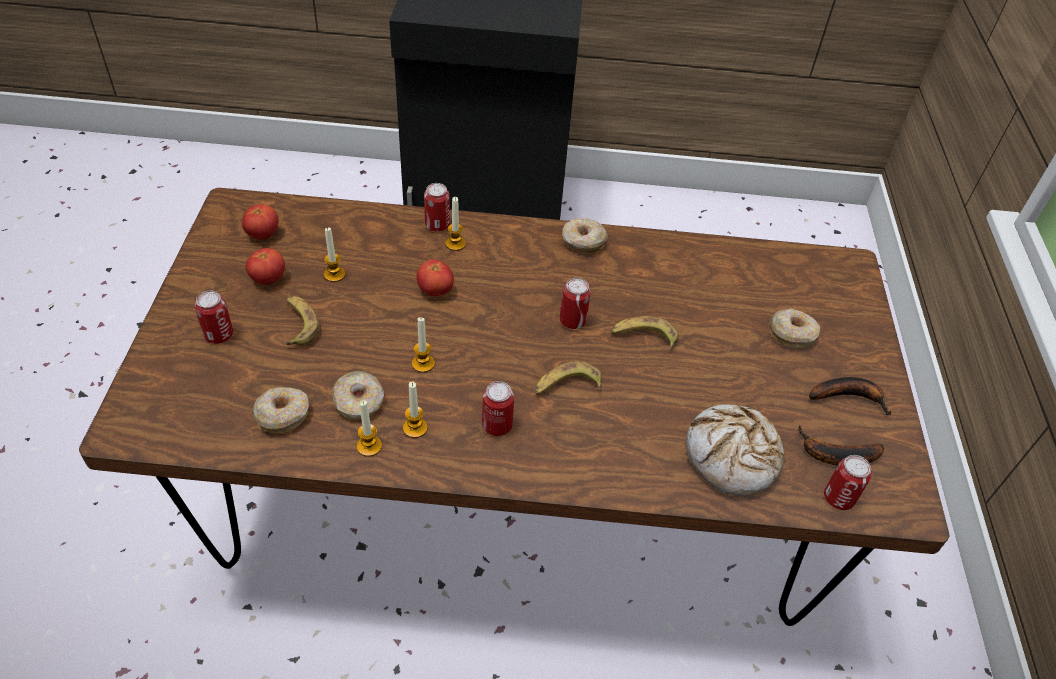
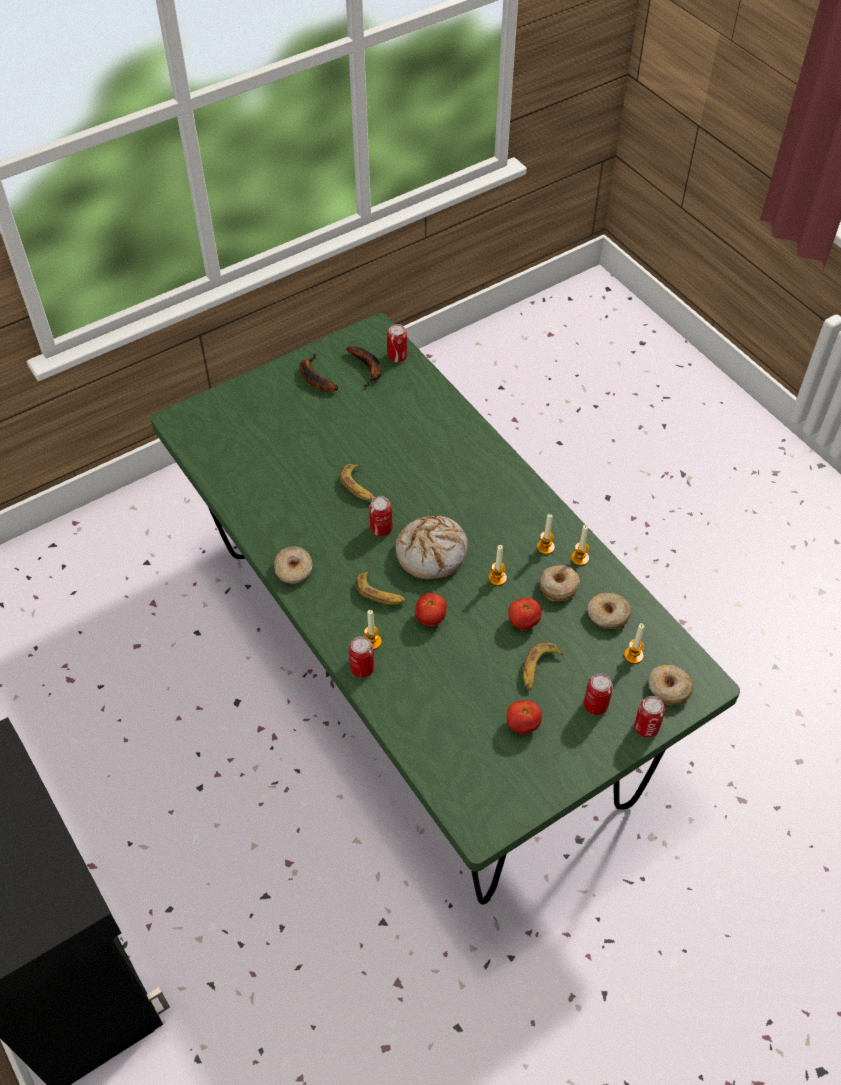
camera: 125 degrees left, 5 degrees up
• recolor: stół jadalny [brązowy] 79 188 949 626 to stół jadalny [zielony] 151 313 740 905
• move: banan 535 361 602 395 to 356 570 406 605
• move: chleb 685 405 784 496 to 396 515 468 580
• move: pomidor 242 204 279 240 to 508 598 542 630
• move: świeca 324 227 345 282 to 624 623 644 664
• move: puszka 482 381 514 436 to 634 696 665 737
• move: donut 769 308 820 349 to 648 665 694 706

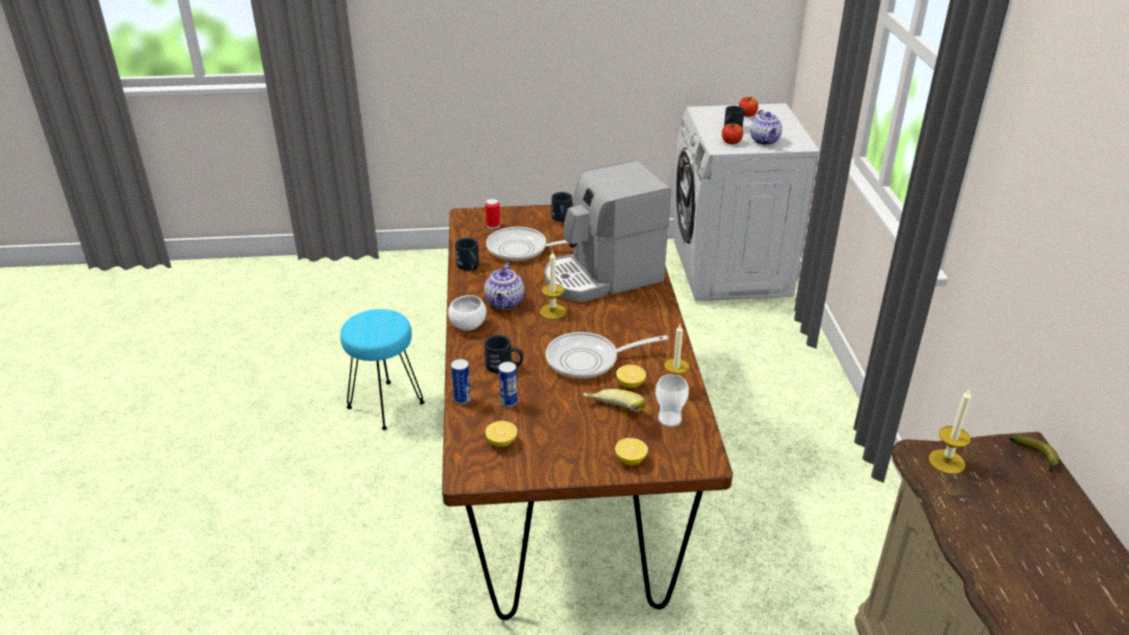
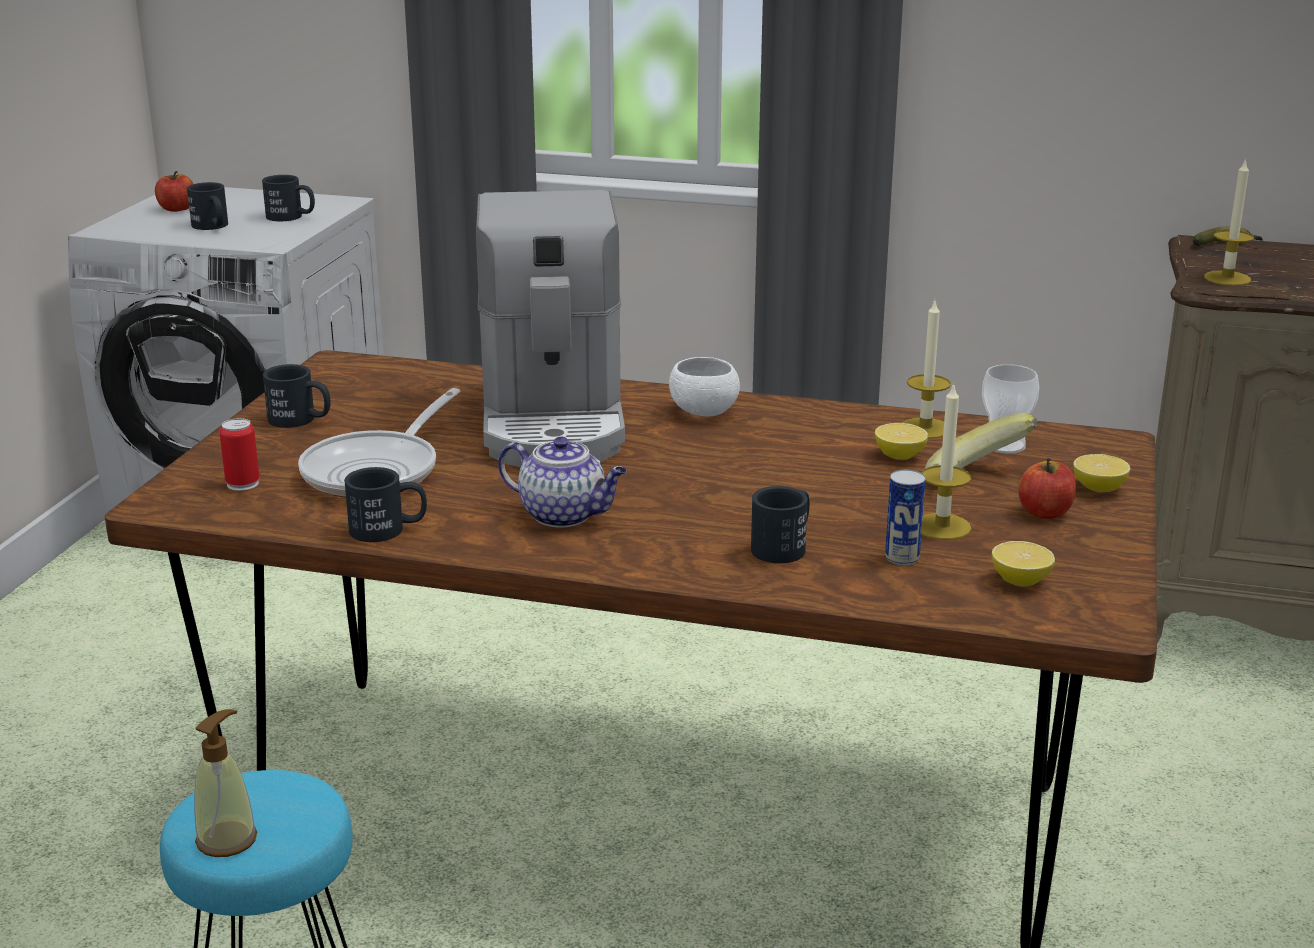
camera: 70 degrees left, 10 degrees down
• insert: dozownik mydła 194 709 257 857
• replace: imbryk 750 110 782 145 to kubek [czarny] 262 175 315 221
• move: miska [biały] 448 295 486 331 to 669 357 740 416
• move: świeca 540 250 566 319 to 921 383 971 540
• move: jabłko 722 122 743 144 to 1018 458 1076 519
• delete: puszka 451 359 471 405
• delete: patelnia 546 332 668 379

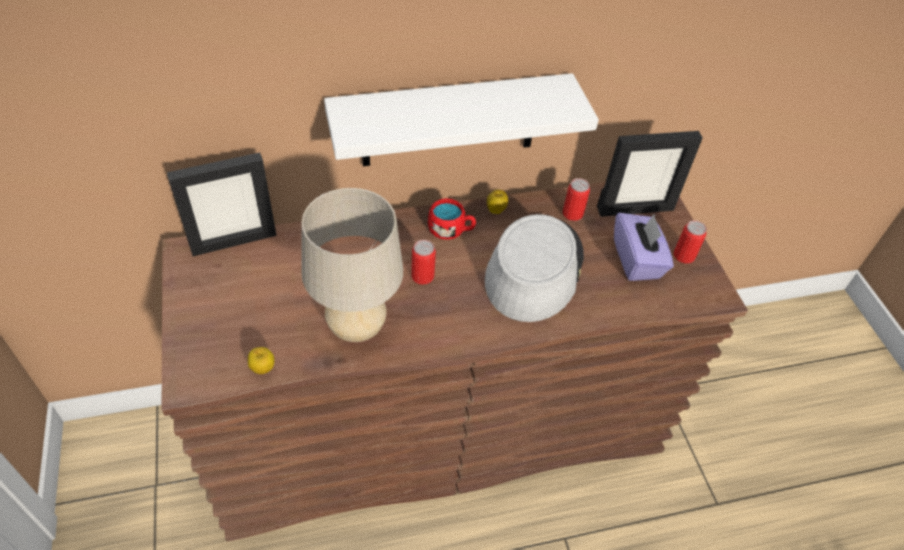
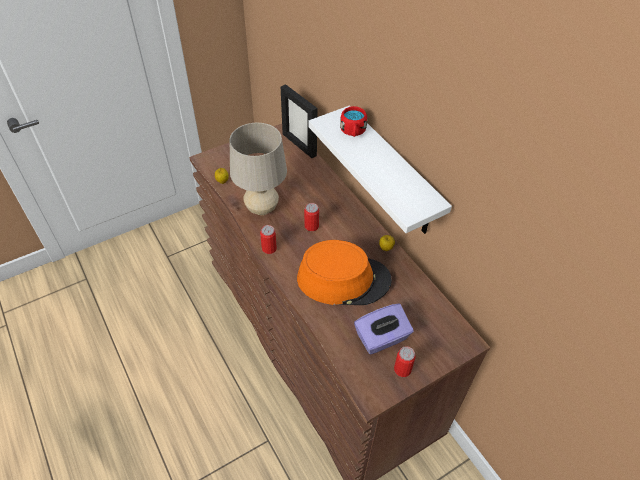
camera: 75 degrees right, 0 degrees up
• move: puszka 563 178 590 221 to 260 225 277 254
• recolor: kapelusz [szary] 485 214 584 322 to kapelusz [pomarańczowy] 297 240 392 305
• move: kubek [czerwony] 428 198 476 240 to 340 106 367 137
• delete: ramka na zdjęcie 597 131 703 217

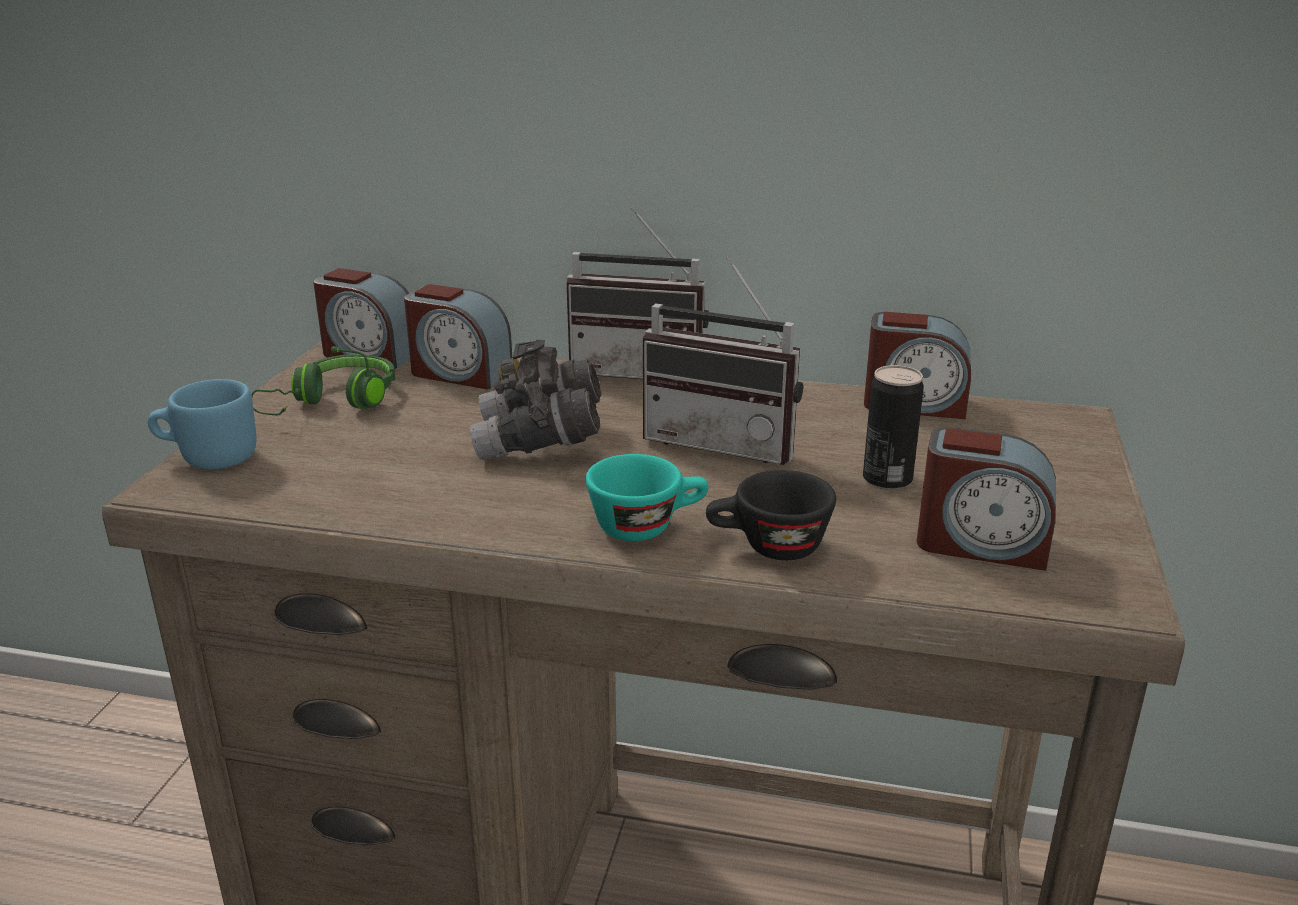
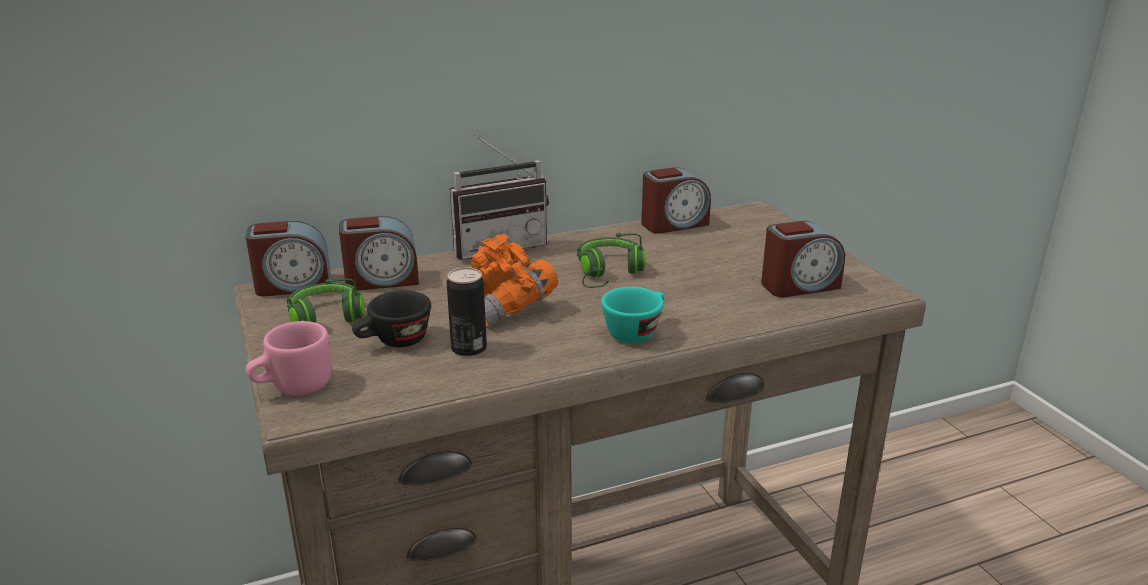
camera: 35 degrees left, 0 degrees up
• recolor: kubek [niebieski] 148 379 256 469 to kubek [różowy] 245 321 331 395
• move: filiżanka [czarny] 706 470 836 560 to 352 290 431 347
• move: puszka 863 365 924 490 to 447 267 487 357
• recolor: lornetka [szary] 470 340 602 460 to lornetka [pomarańczowy] 469 234 558 327
• replace: radio 643 256 803 465 to słuchawki [zielony] 577 233 646 288

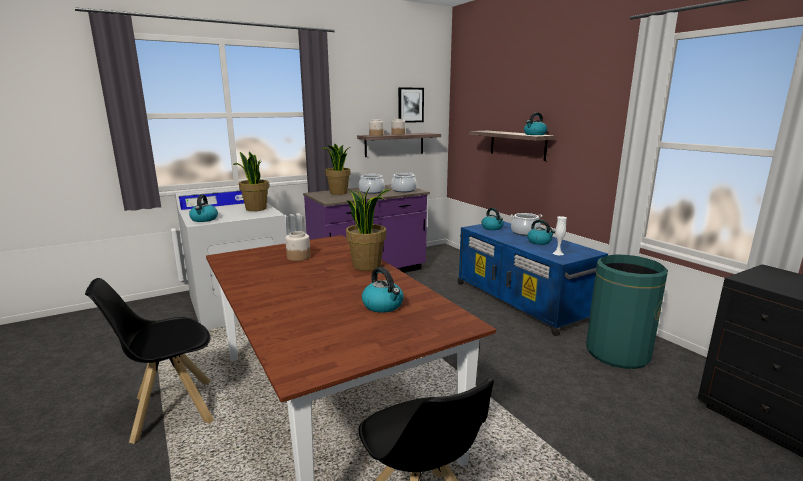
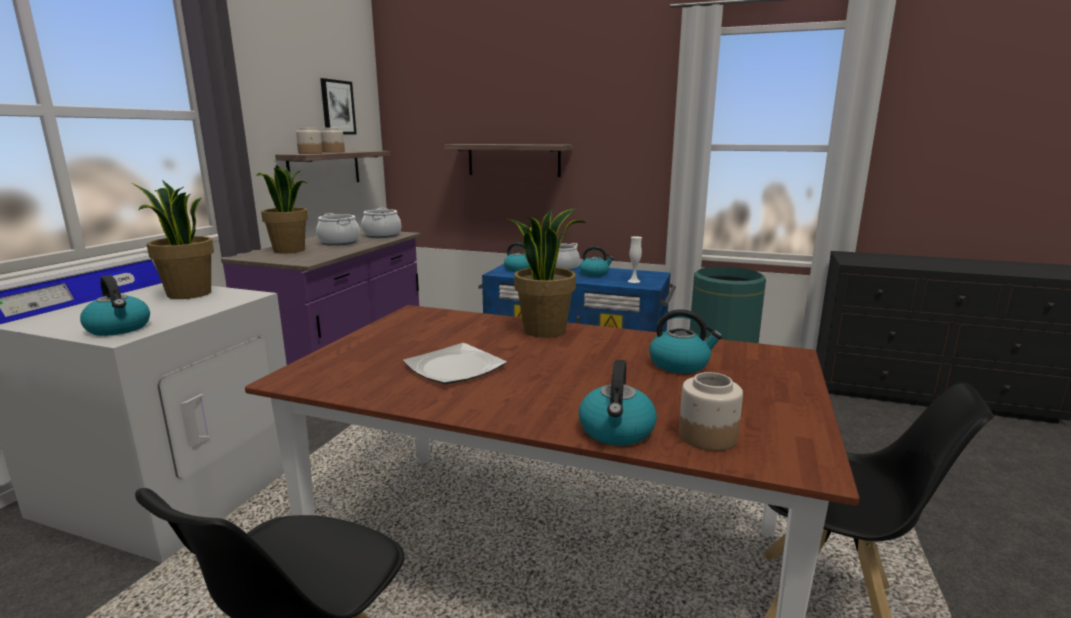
camera: 40 degrees left, 0 degrees up
• insert: talerz 403 343 507 384
• move: czajnik 524 112 547 135 to 579 360 657 446
• move: słoik 285 231 310 261 to 679 372 743 451

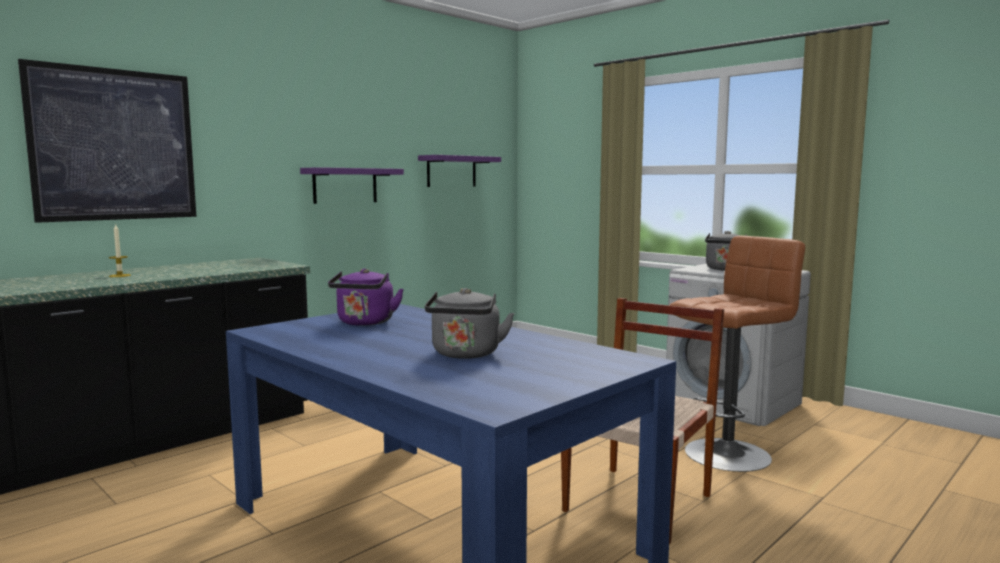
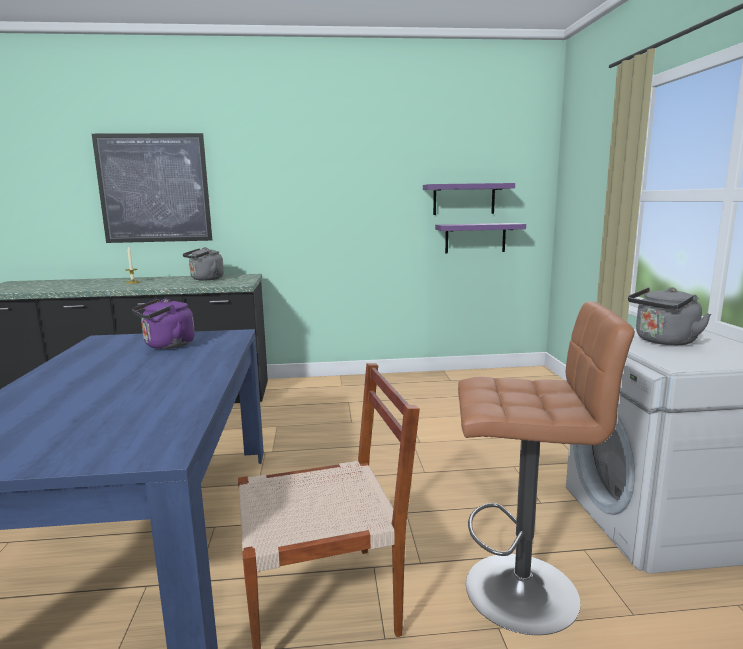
camera: 40 degrees right, 5 degrees up
• move: czajnik [szary] 425 288 514 359 to 183 247 224 281
• move: półka [fioletowy] 300 167 404 204 to 435 223 526 253

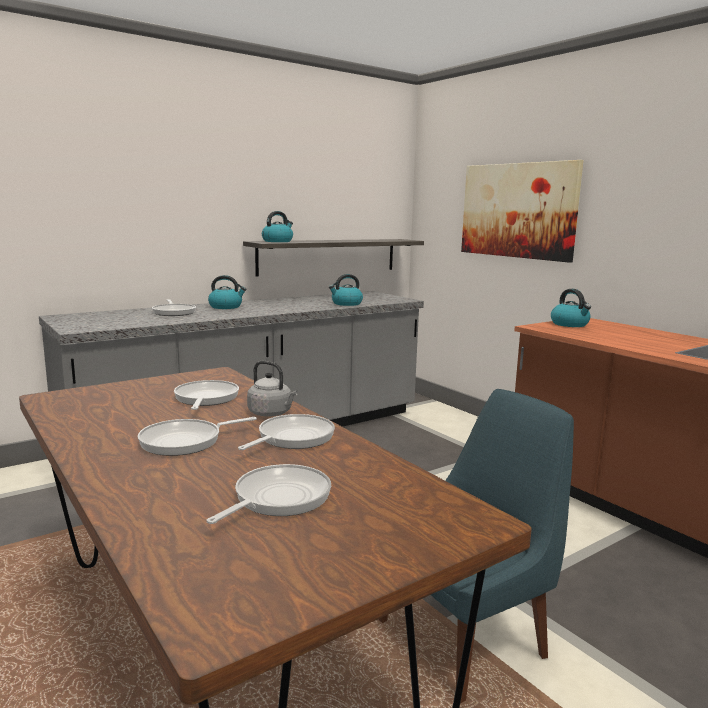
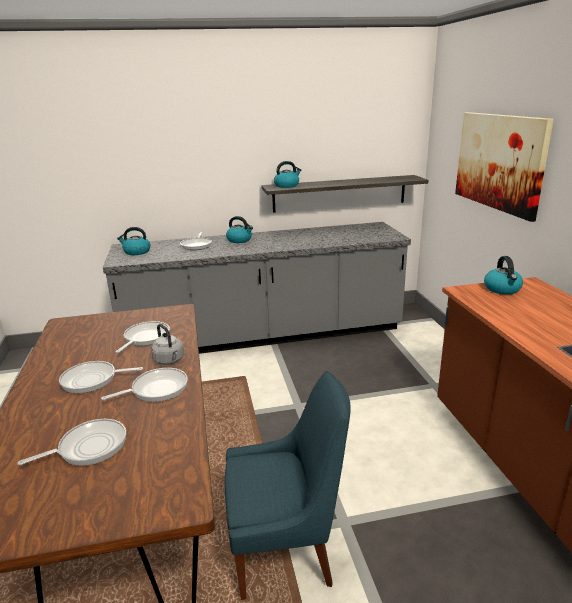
camera: 25 degrees right, 10 degrees up
• move: czajnik 329 274 363 306 to 117 227 150 255

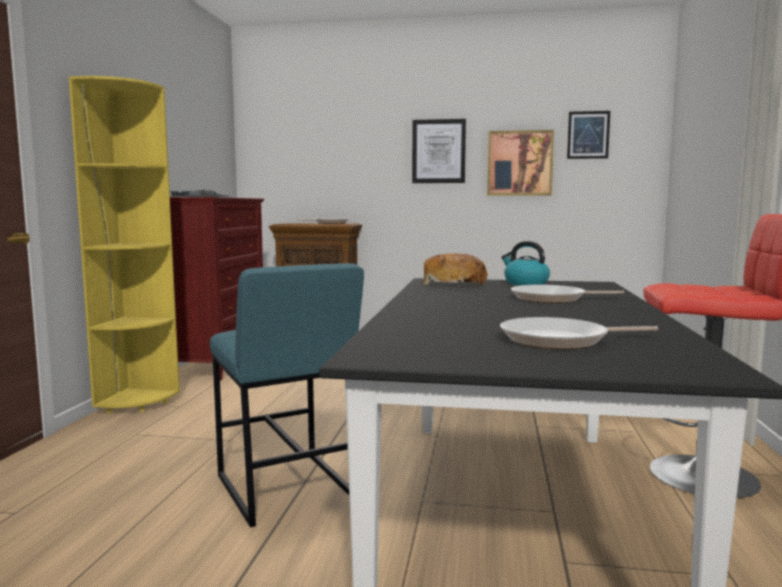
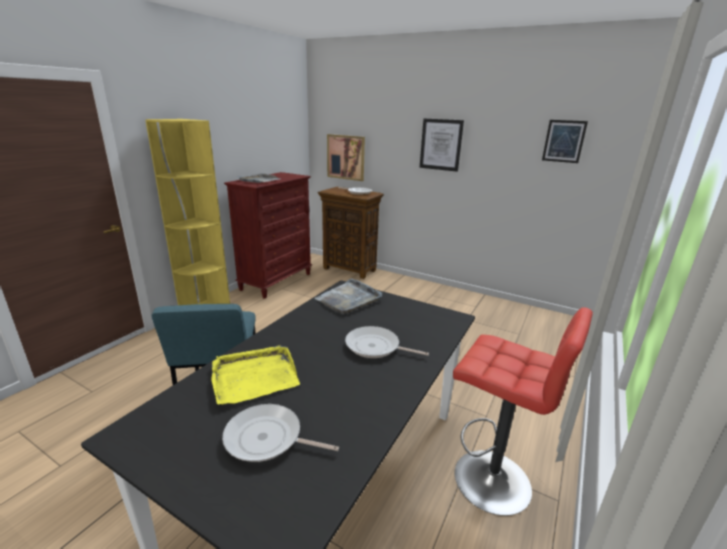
camera: 20 degrees right, 15 degrees up
• insert: taca [żółty] 212 345 300 405
• replace: chleb 423 253 488 285 to taca [szary] 315 278 382 314
• move: obraz 487 130 554 196 to 327 134 365 181
• delete: czajnik 501 241 550 285

